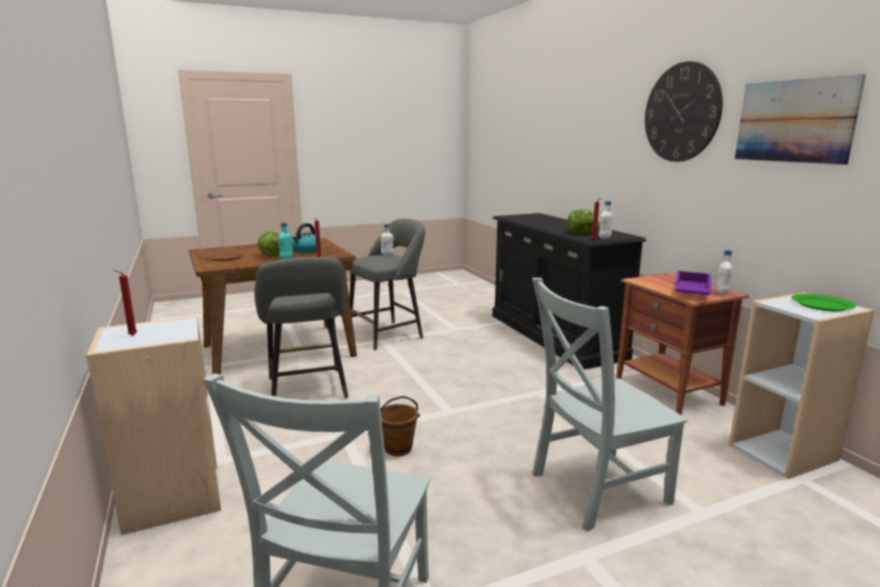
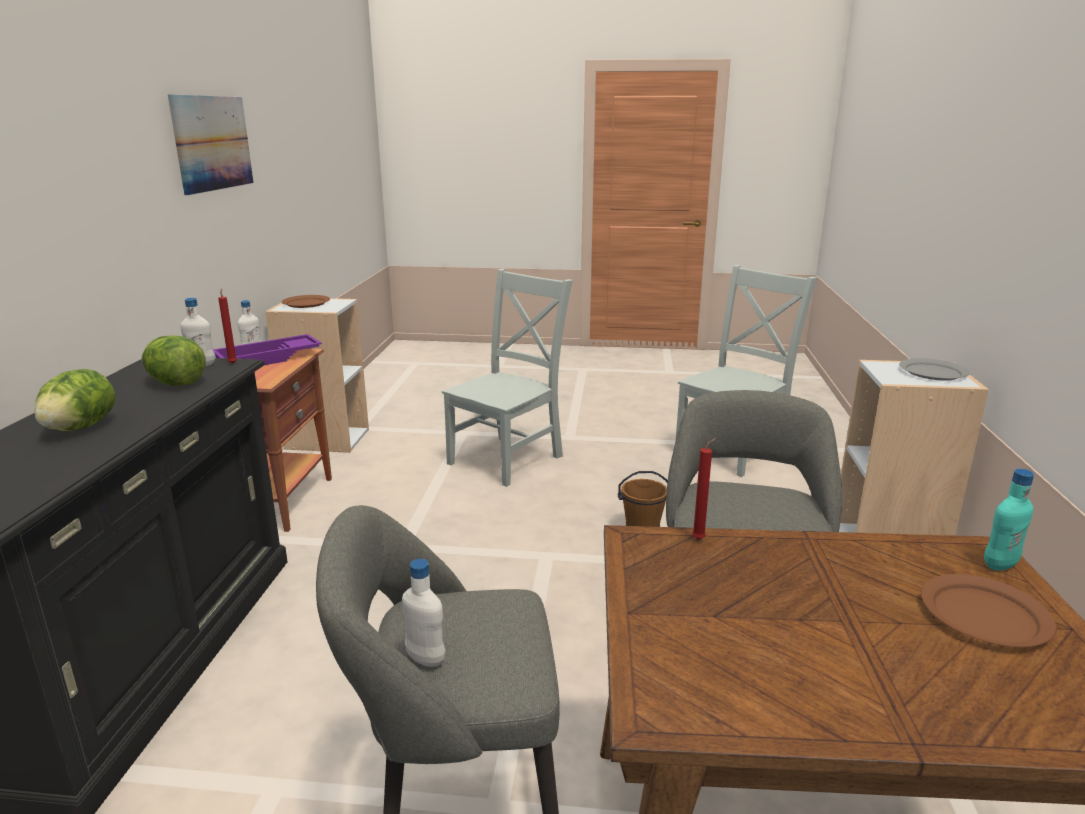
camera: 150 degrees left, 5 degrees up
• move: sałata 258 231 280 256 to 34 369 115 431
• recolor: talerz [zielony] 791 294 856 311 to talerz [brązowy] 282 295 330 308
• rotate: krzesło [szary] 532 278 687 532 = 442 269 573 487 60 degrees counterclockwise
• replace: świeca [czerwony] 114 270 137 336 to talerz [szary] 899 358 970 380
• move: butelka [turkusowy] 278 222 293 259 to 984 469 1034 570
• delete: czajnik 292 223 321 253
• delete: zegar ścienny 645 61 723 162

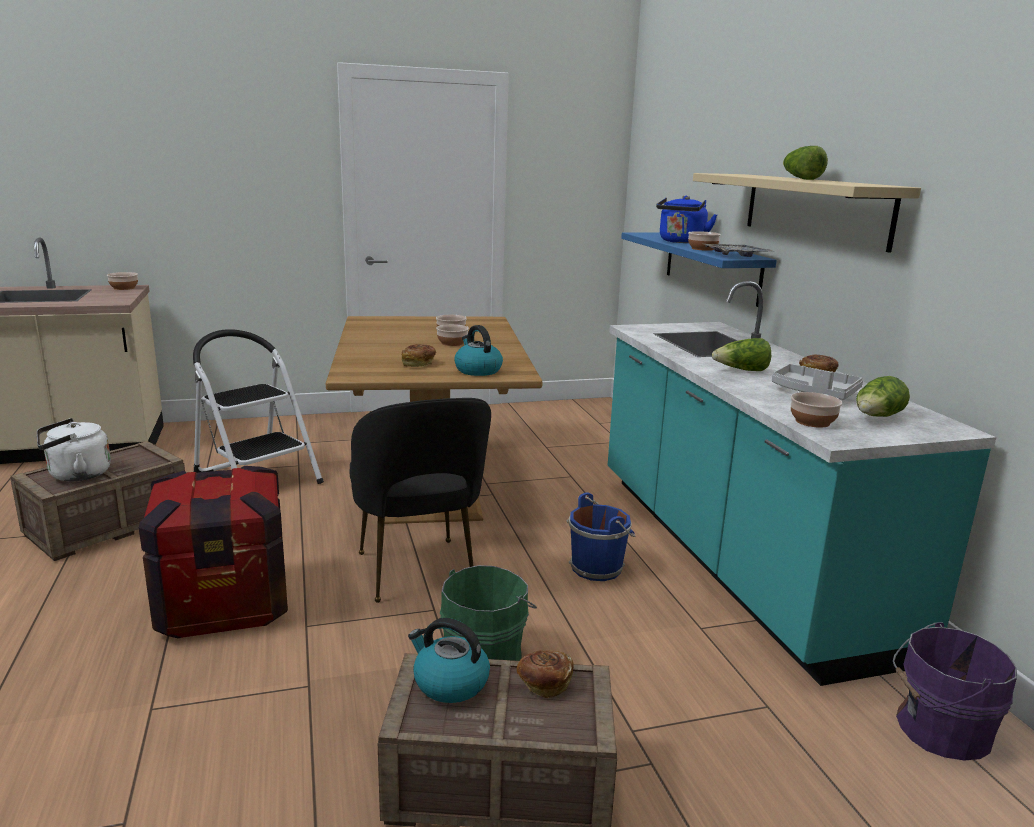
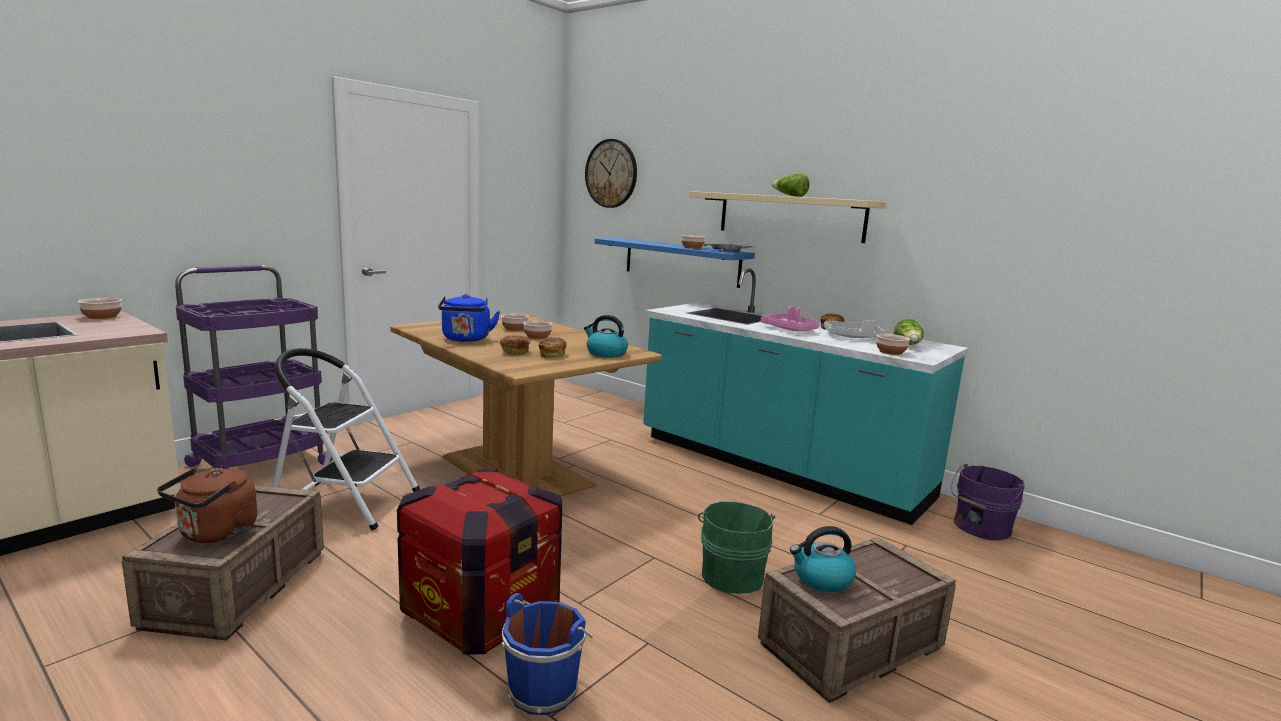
camera: 35 degrees left, 5 degrees down
• recolor: czajnik [biały] 37 418 111 481 to czajnik [brązowy] 157 468 257 543
• insert: wózek [fioletowy] 175 265 333 469
• move: czajnik [niebieski] 656 196 718 243 to 438 294 500 342
• move: chleb 516 650 574 698 to 500 335 530 355
• move: wiadro [niebieski] 567 492 635 581 to 501 593 593 715
• insert: zegar ścienny 585 139 637 208
• replace: sałata 712 338 771 371 to taca [różowy] 761 306 819 331
• delete: krzesło [czarny] 350 398 491 603

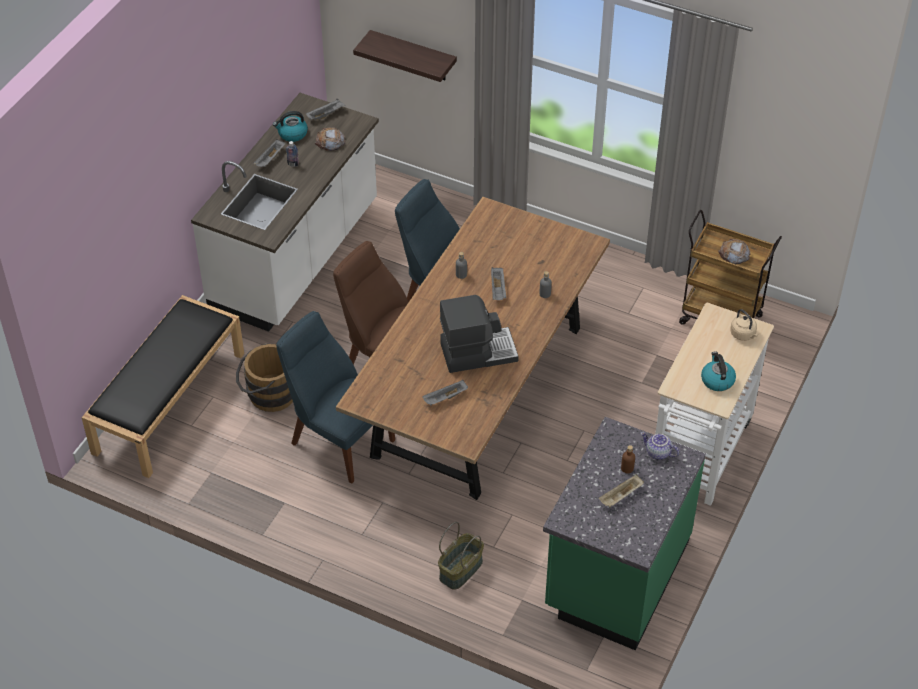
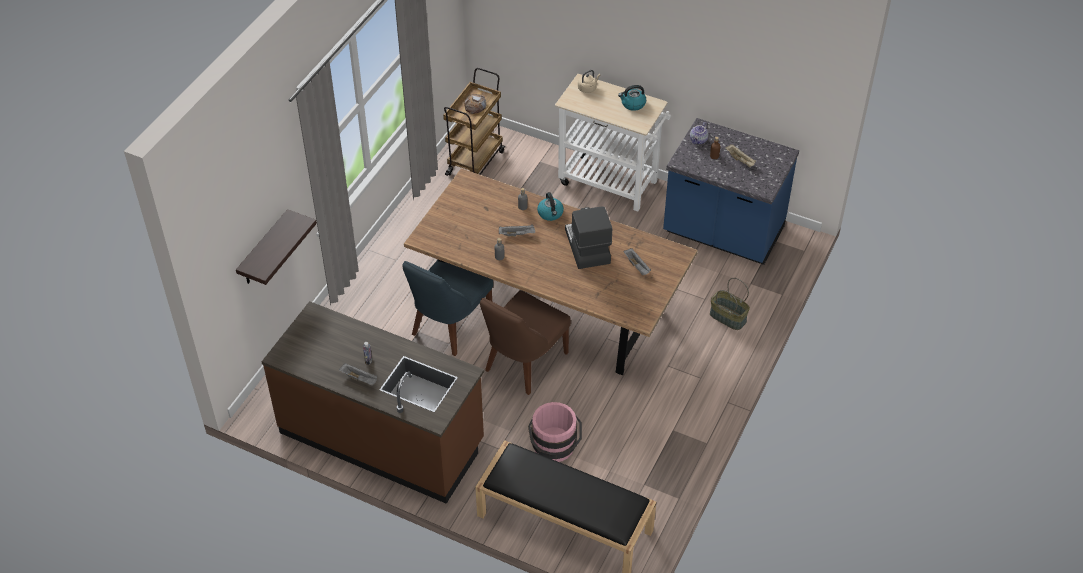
camera: 90 degrees left, 0 degrees up
• recolor: zabudowa kuchenna [biały] 191 93 379 332 to zabudowa kuchenna [brązowy] 262 301 484 504
• recolor: wiadro [brązowy] 236 343 293 412 to wiadro [różowy] 528 402 582 462
• move: czajnik 273 111 308 142 to 537 192 564 221
• recolor: zabudowa kuchenna [zielony] 543 417 706 650 to zabudowa kuchenna [niebieski] 663 118 799 265
• delete: krzesło [niebieski] 276 311 395 483
• delete: taca [szary] 306 99 346 120
• delete: chleb 315 127 346 151

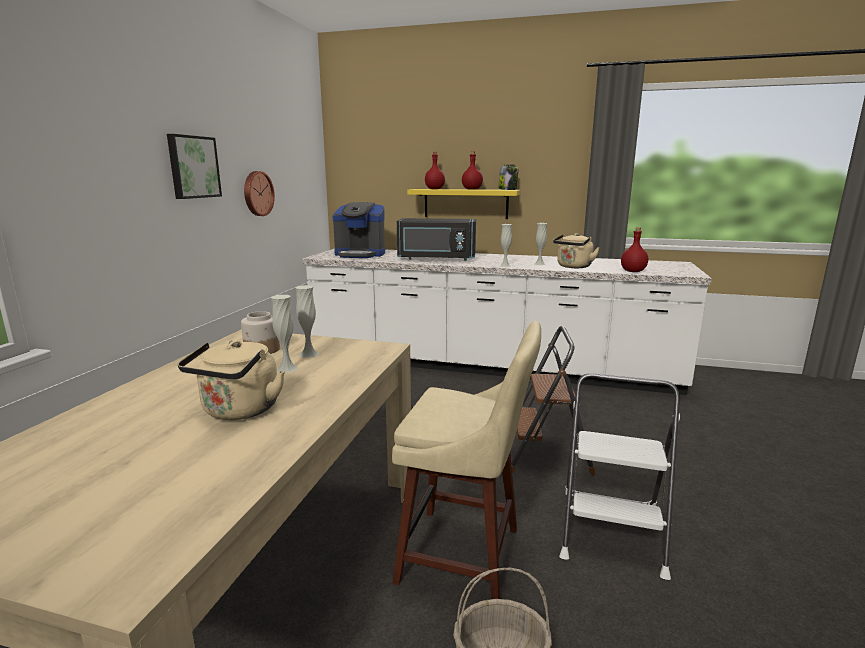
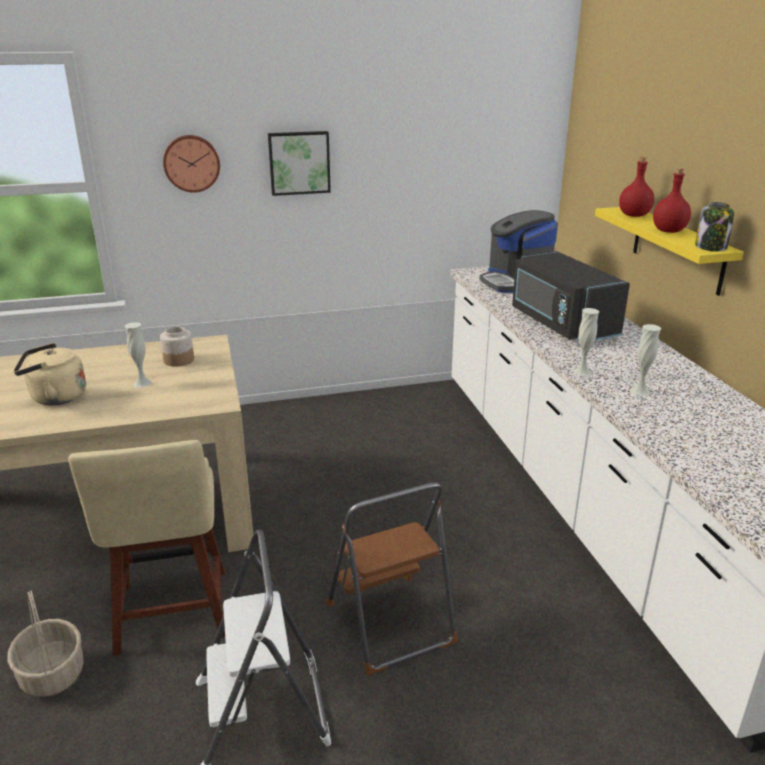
camera: 60 degrees right, 10 degrees up
• move: zegar ścienny 244 171 275 216 to 163 135 220 193
• delete: wazon [biały] 295 285 319 358
• delete: czajnik [beżowy] 553 233 600 268
• delete: butelka [czerwony] 621 227 648 272

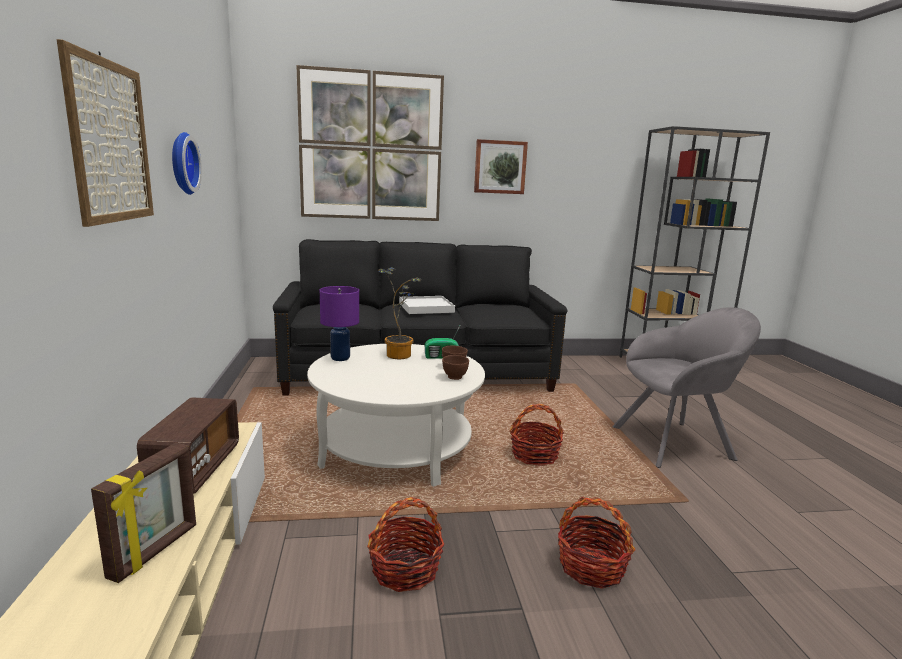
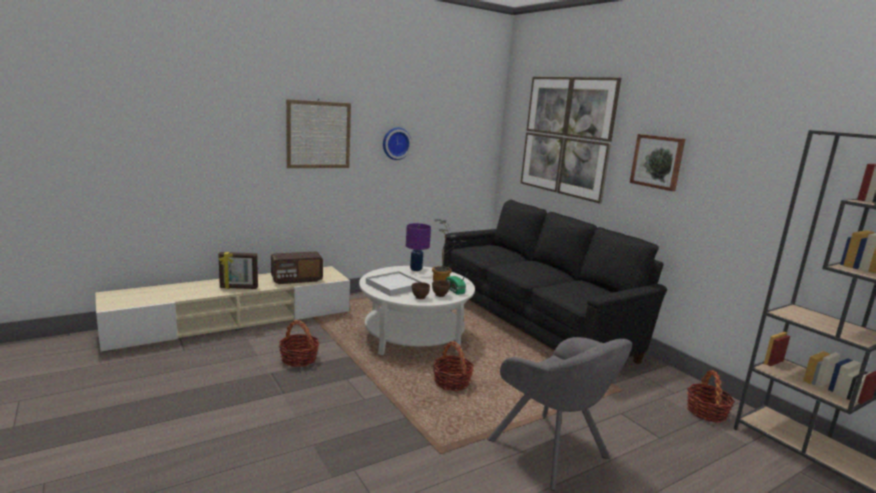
camera: 65 degrees right, 0 degrees up
• move: taca [biały] 399 296 455 314 to 366 271 421 296
• move: koszyk 558 497 635 589 to 687 370 735 423

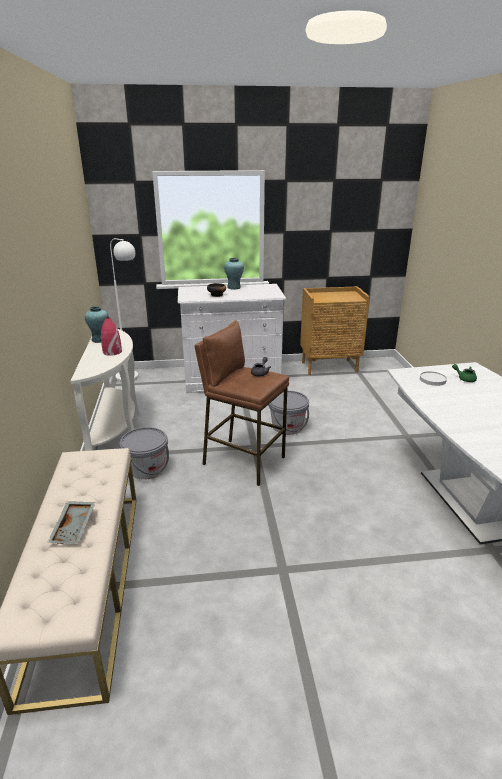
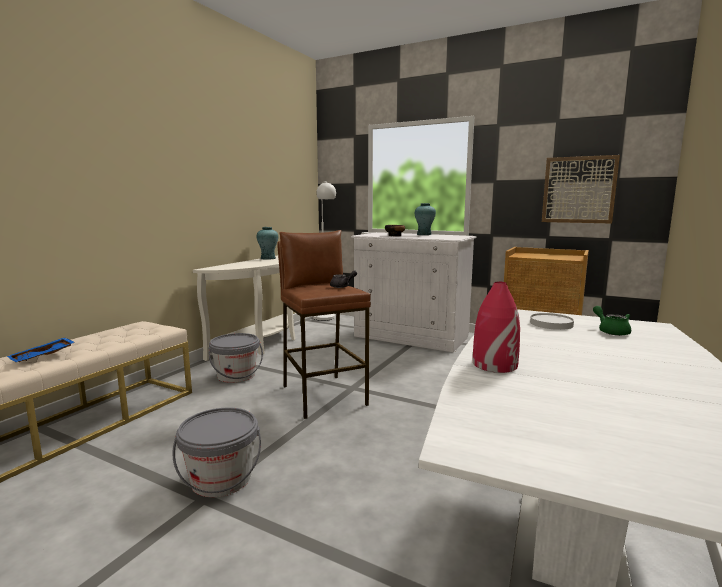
camera: 35 degrees right, 15 degrees down
• recolor: taca [szary] 47 501 95 544 to taca [niebieski] 7 337 75 362
• move: wiadro [szary] 268 391 309 435 to 173 408 261 497
• move: wazon [czerwony] 101 317 122 356 to 473 282 520 373
• insert: obraz 542 154 620 223

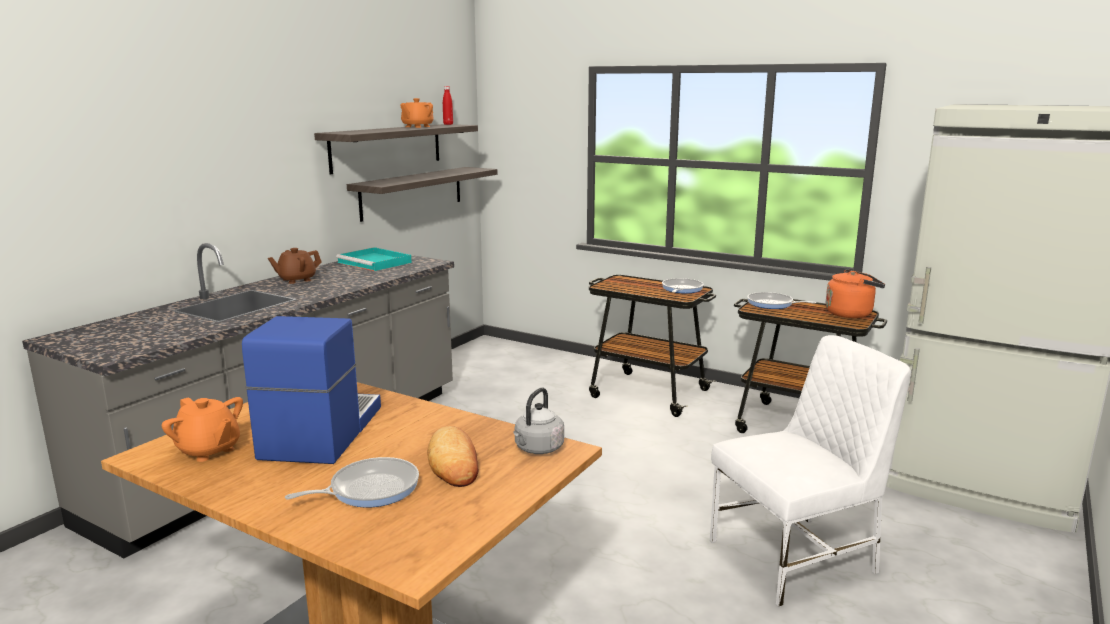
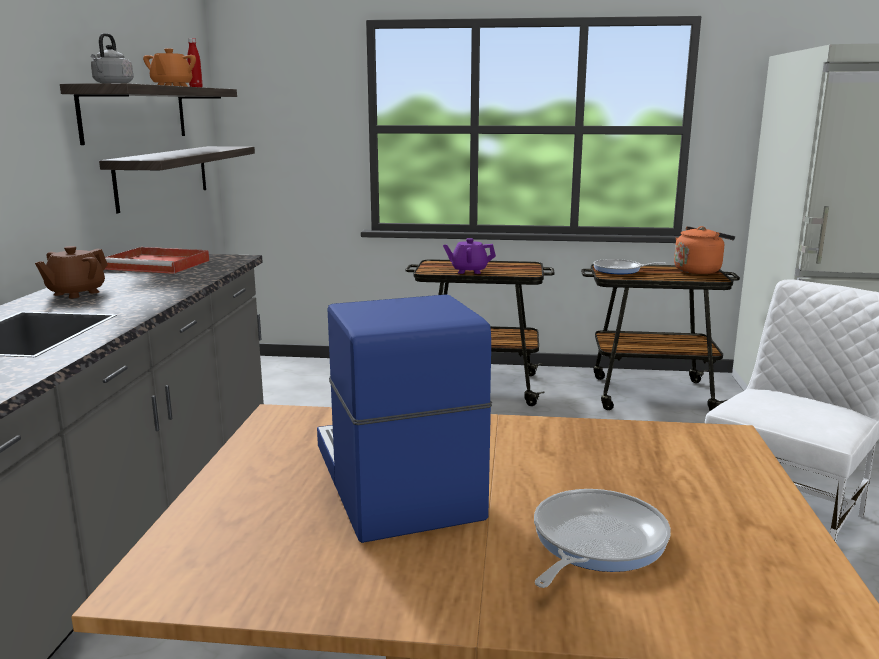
camera: 25 degrees left, 0 degrees up
• move: czajnik [szary] 513 388 564 454 to 91 33 134 83
• recolor: taca [turkusowy] 336 247 412 271 to taca [czerwony] 104 247 209 274
• insert: imbryk [fioletowy] 443 238 496 274
• delete: imbryk [pomarańczowy] 162 397 243 462
• delete: chleb 427 426 479 487
• delete: patelnia 662 278 704 294

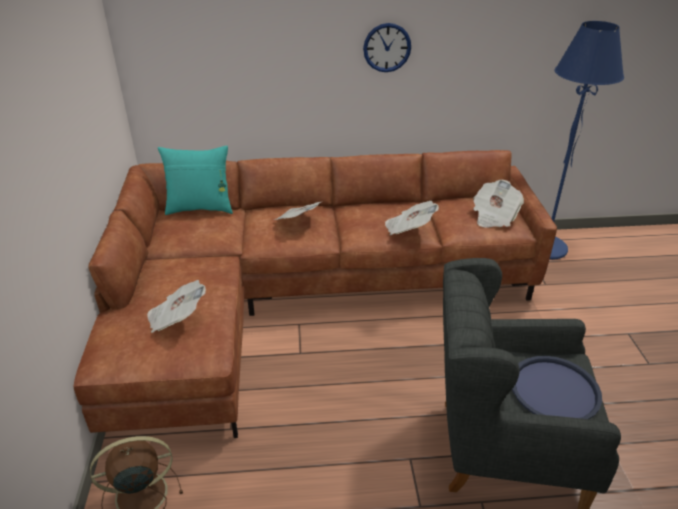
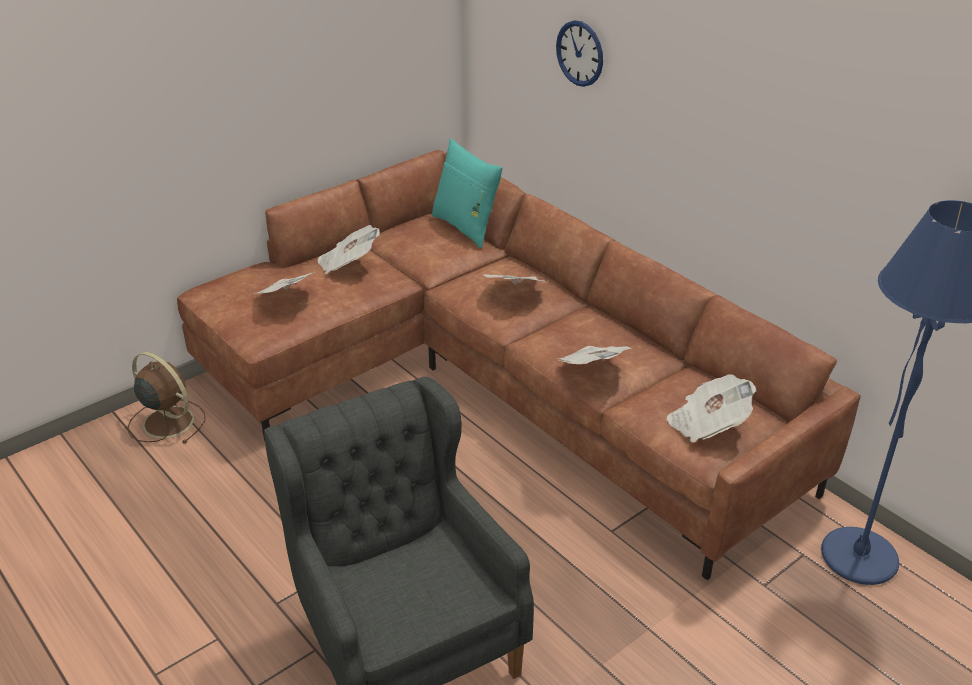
camera: 55 degrees right, 0 degrees up
• insert: gazeta 317 225 380 274
• move: zegar ścienny 363 23 411 72 to 556 20 603 87
• delete: taca [niebieski] 512 356 602 419

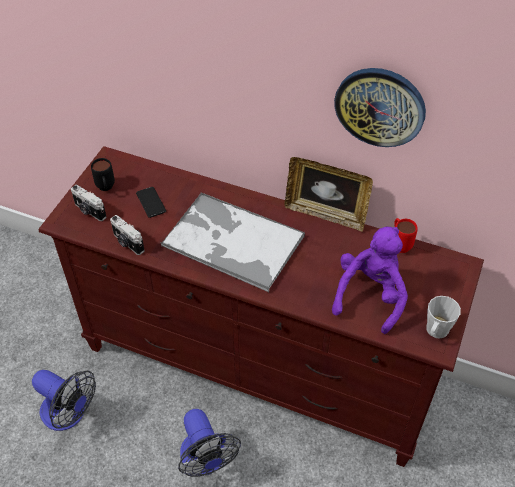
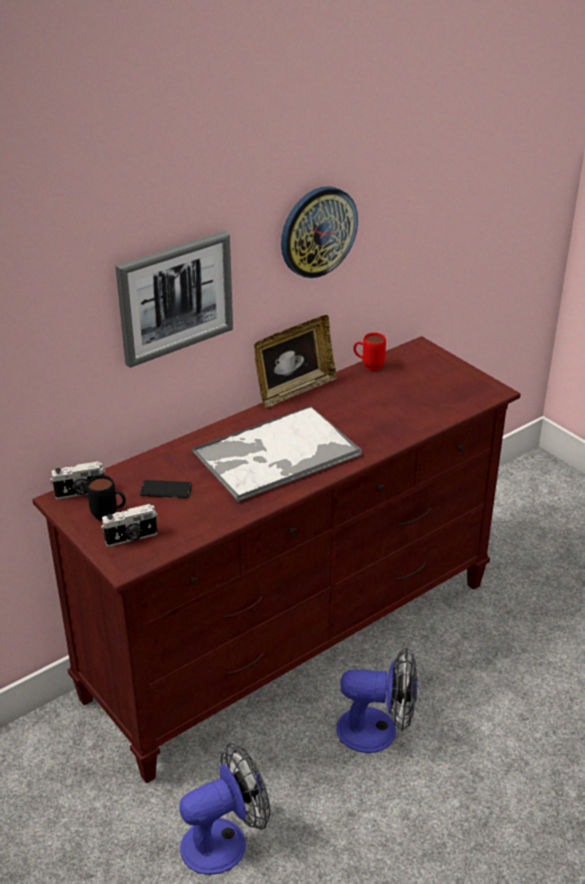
camera: 60 degrees left, 15 degrees down
• move: aparat fotograficzny 110 215 145 255 to 50 461 105 499
• insert: obraz 115 231 233 368
• delete: pluszak [fioletowy] 332 227 408 334
• delete: kubek [szary] 426 296 461 339

